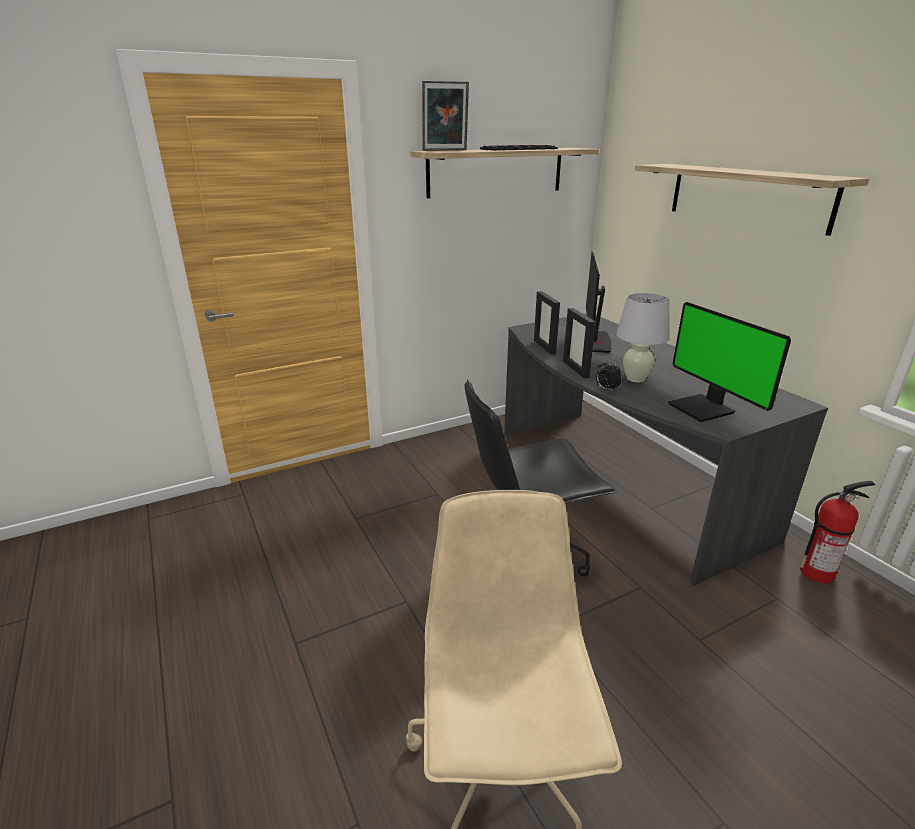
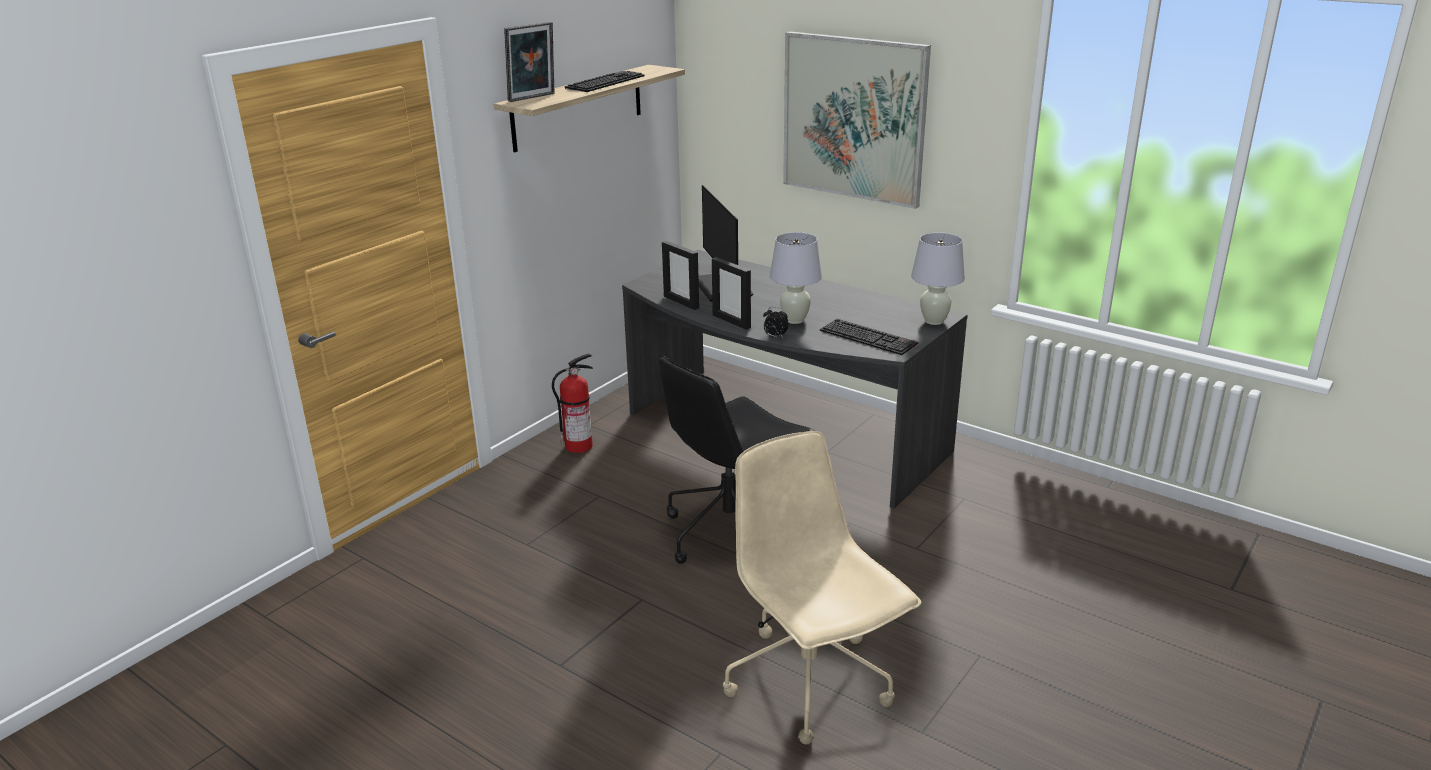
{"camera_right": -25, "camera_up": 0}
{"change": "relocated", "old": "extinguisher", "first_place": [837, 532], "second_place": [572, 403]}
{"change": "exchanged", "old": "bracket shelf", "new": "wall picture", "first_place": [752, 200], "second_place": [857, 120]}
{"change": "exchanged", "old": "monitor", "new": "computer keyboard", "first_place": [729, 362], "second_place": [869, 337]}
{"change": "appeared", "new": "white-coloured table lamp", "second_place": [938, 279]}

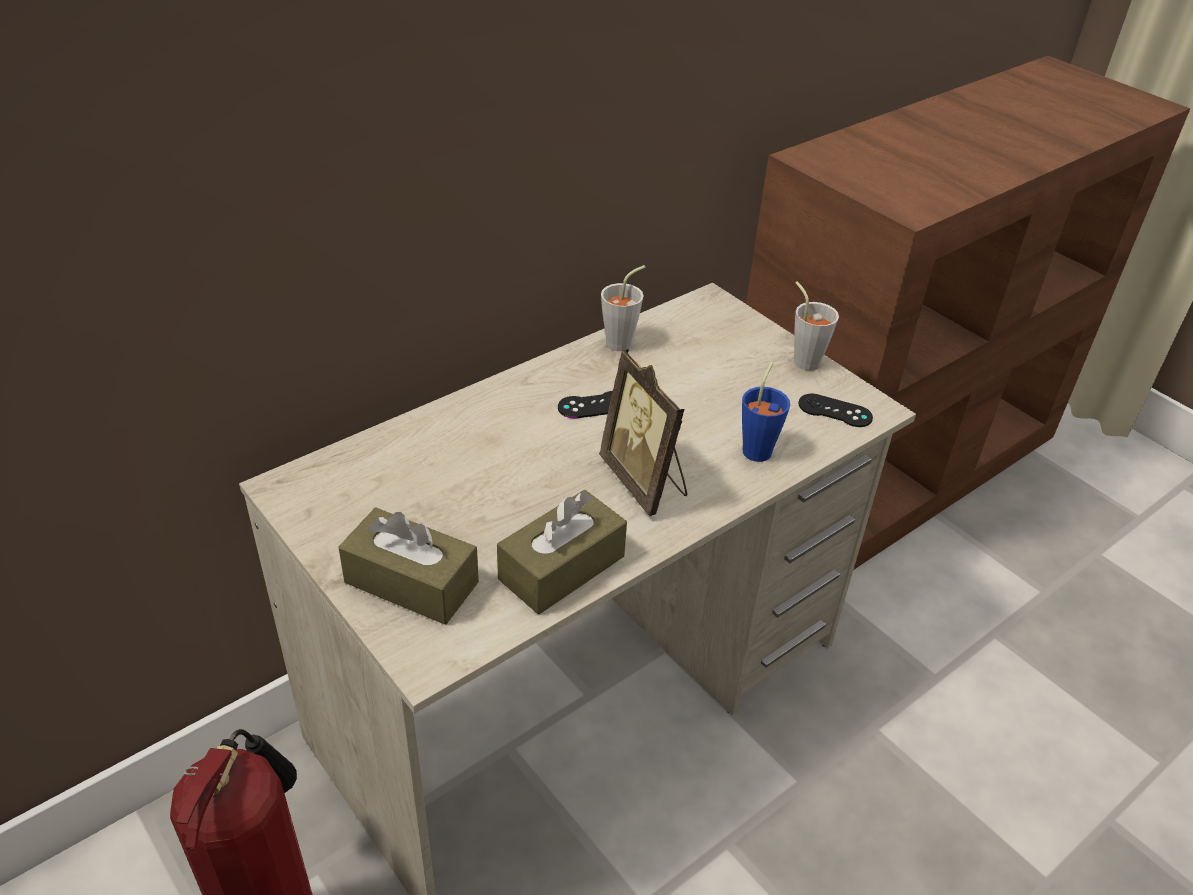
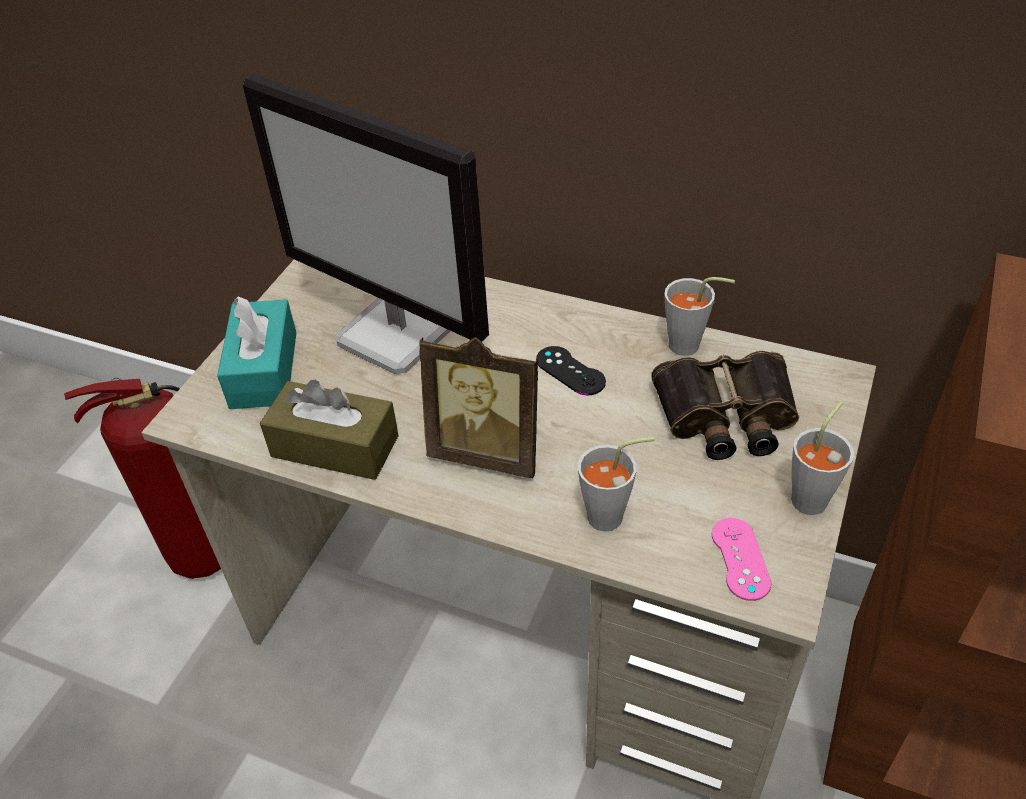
{"camera_right": 65, "camera_up": 5}
{"change": "colour", "old": "brown-coloured tissue box", "new": "blue-green tissue box", "first_place": [408, 566], "second_place": [256, 352]}
{"change": "appeared", "new": "monitor", "second_place": [366, 224]}
{"change": "spun", "old": "standing frame", "first_place": [643, 432], "second_place": [478, 407], "degrees": -105}
{"change": "colour", "old": "blue-coloured drinking cup", "new": "greyish drinking cup", "first_place": [766, 412], "second_place": [616, 484]}
{"change": "appeared", "new": "pair of binoculars", "second_place": [725, 405]}
{"change": "colour", "old": "blackish joypad", "new": "pink-coloured joypad", "first_place": [835, 410], "second_place": [742, 559]}

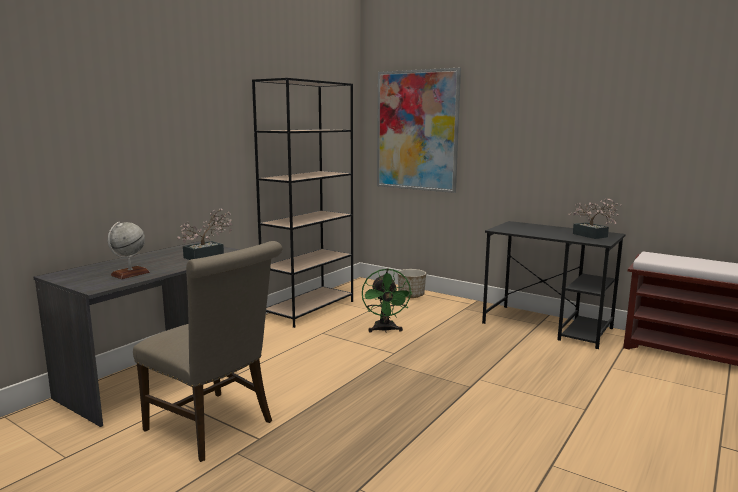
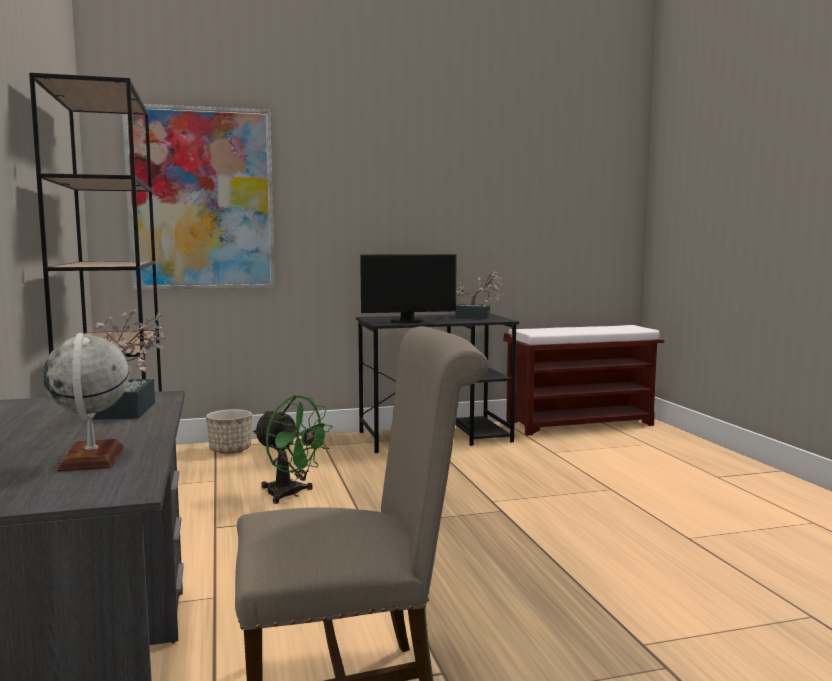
{"camera_right": -50, "camera_up": -5}
{"change": "appeared", "new": "monitor", "second_place": [408, 288]}

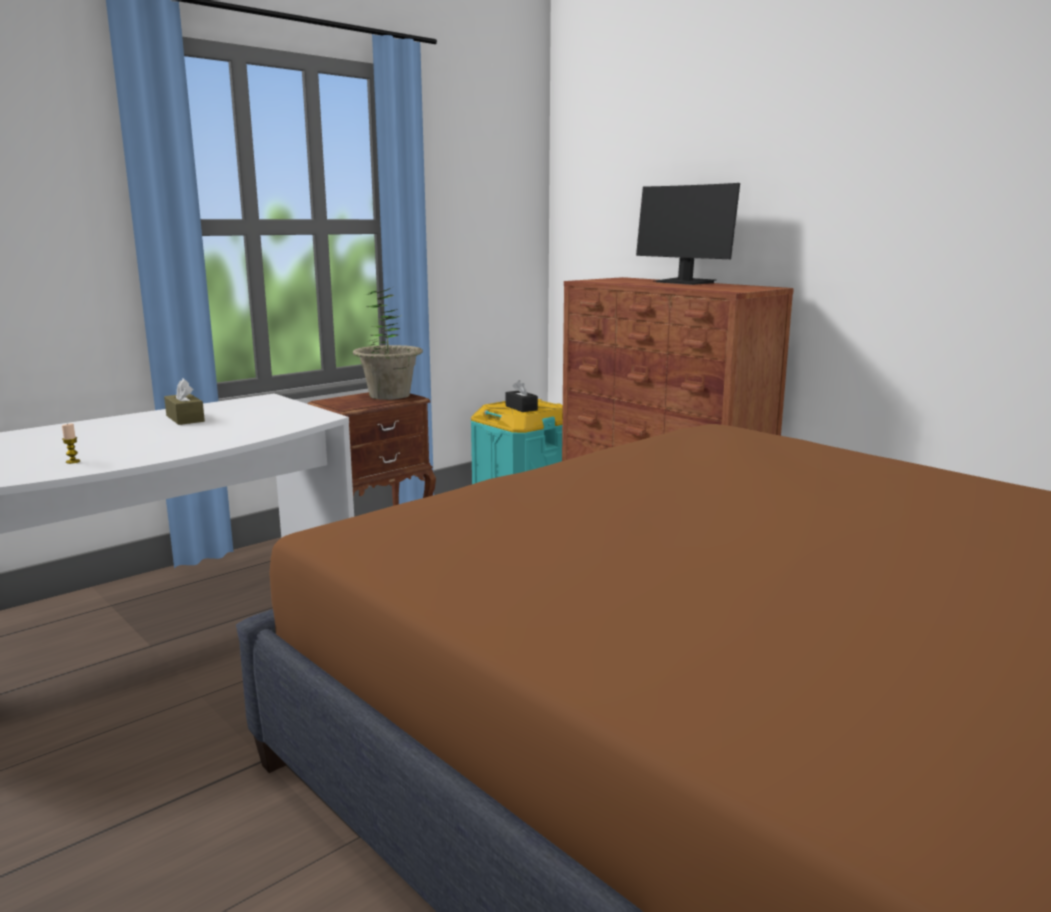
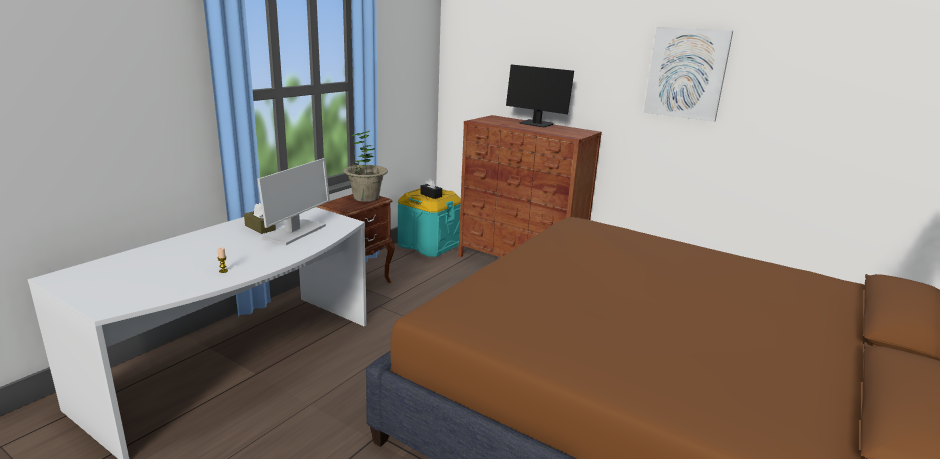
{"camera_right": -15, "camera_up": 5}
{"change": "appeared", "new": "monitor", "second_place": [293, 201]}
{"change": "appeared", "new": "wall picture", "second_place": [688, 74]}

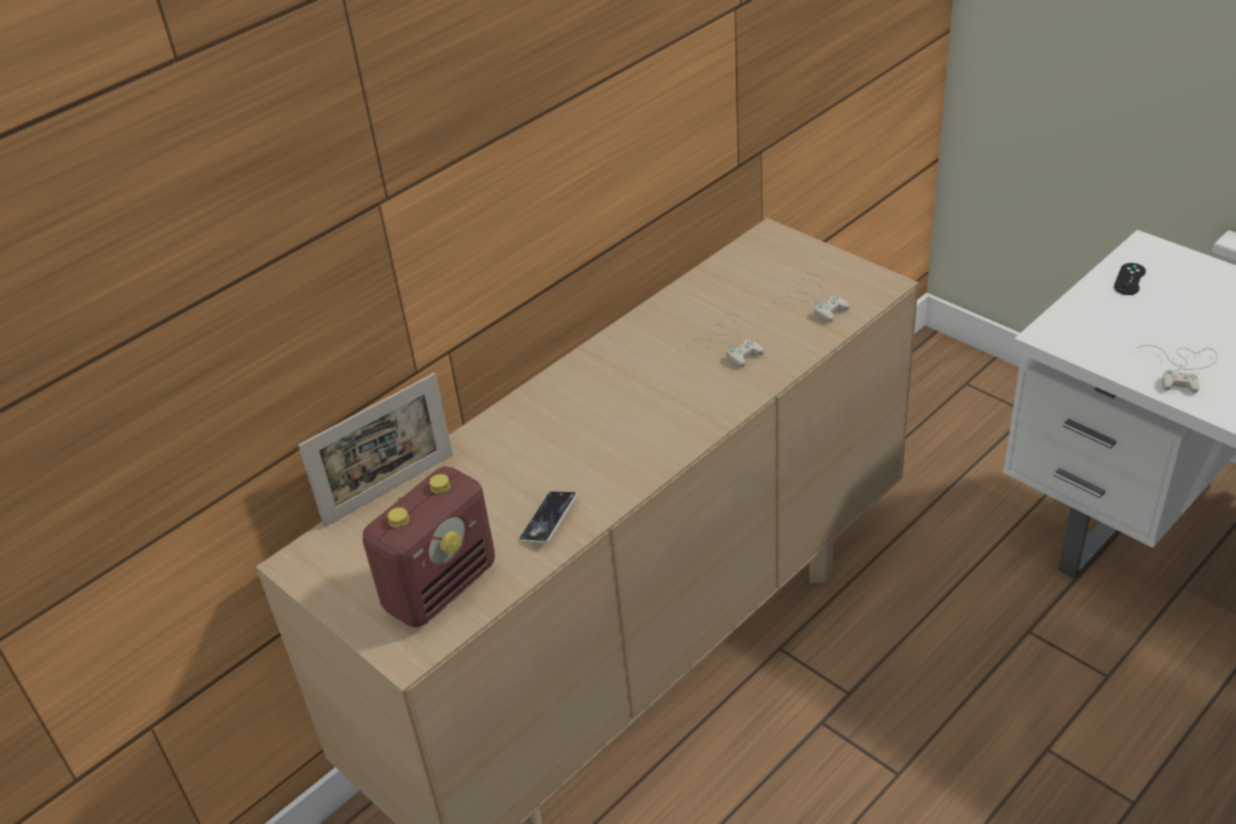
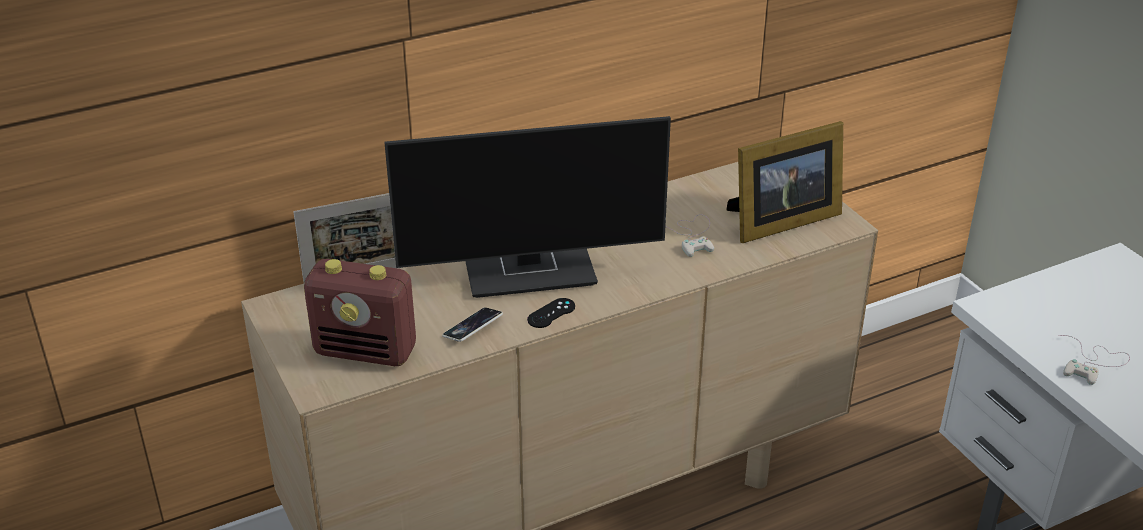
{"camera_right": 15, "camera_up": -5}
{"change": "spun", "old": "radio receiver", "first_place": [429, 546], "second_place": [360, 312], "degrees": 45}
{"change": "appeared", "new": "monitor", "second_place": [527, 207]}
{"change": "relocated", "old": "blackish joypad", "first_place": [1130, 279], "second_place": [551, 313]}
{"change": "exchanged", "old": "white-coloured joypad", "new": "standing frame", "first_place": [810, 297], "second_place": [784, 182]}

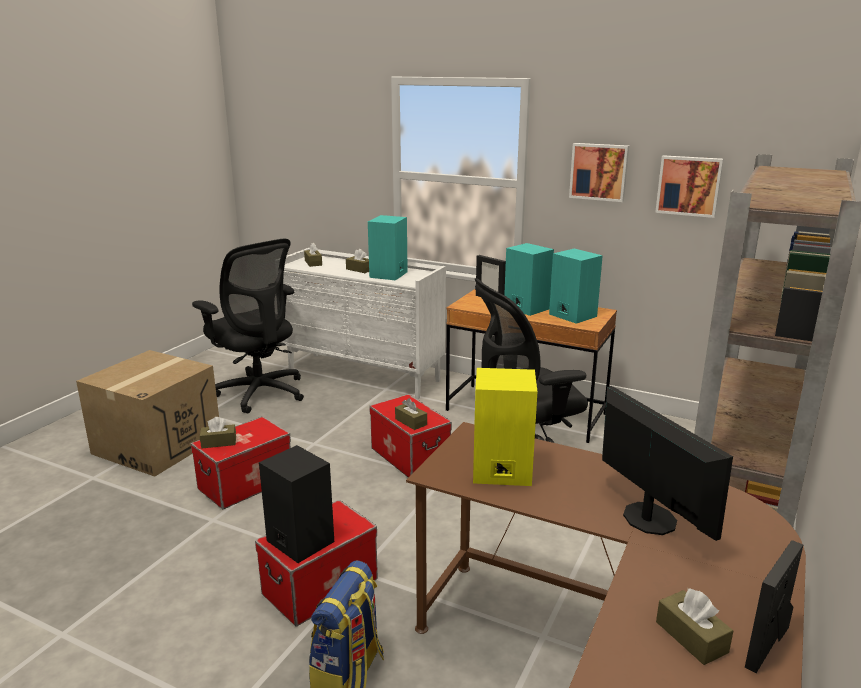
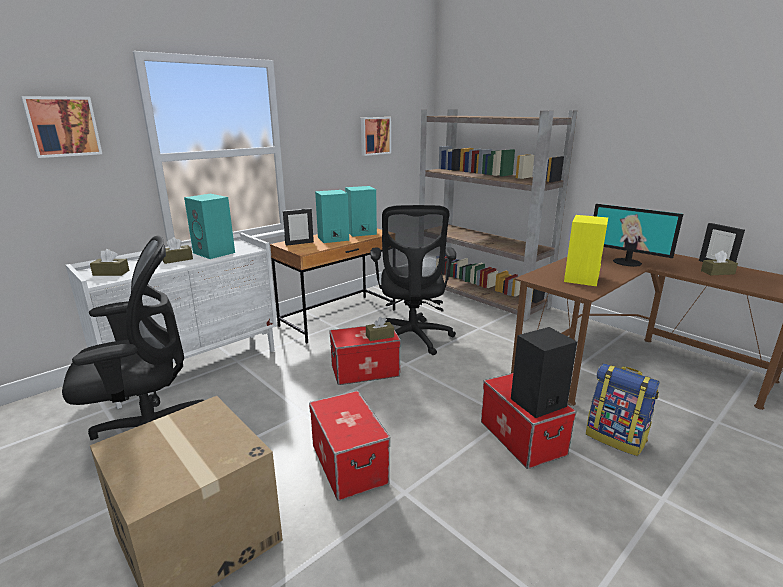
{"camera_right": -70, "camera_up": 0}
{"change": "relocated", "old": "wall picture", "first_place": [599, 172], "second_place": [61, 127]}
{"change": "spun", "old": "monitor", "first_place": [667, 463], "second_place": [638, 235], "degrees": -135}
{"change": "missing", "old": "brown-coloured tissue box", "first_place": [218, 432]}

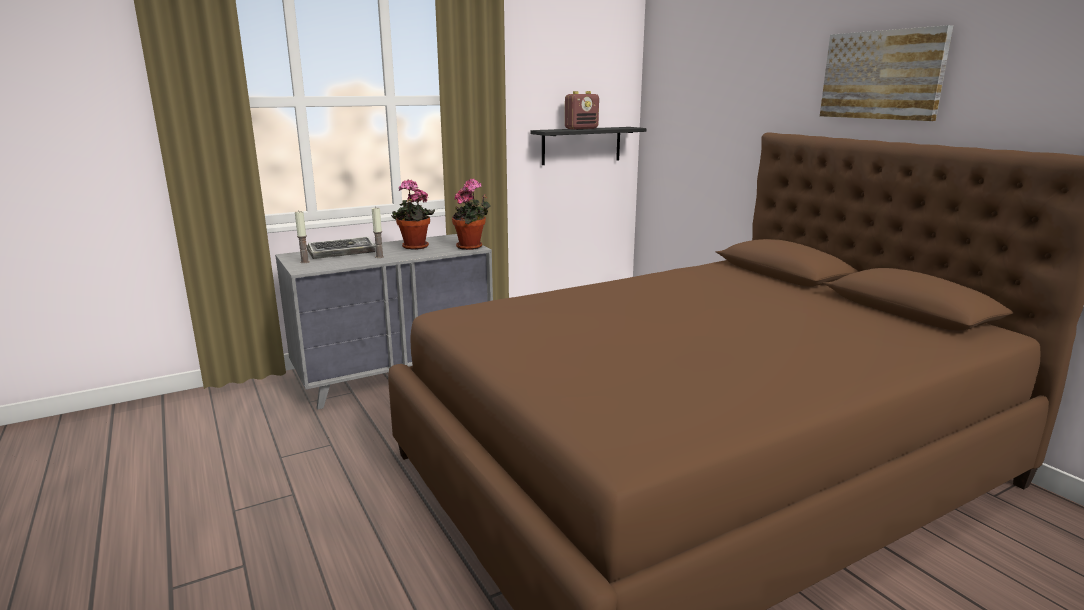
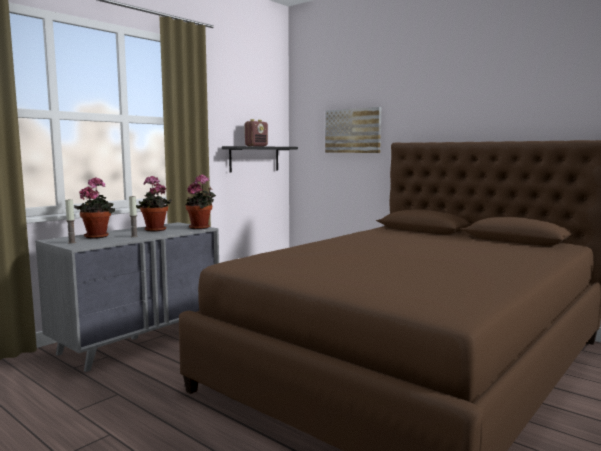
{"camera_right": -20, "camera_up": -10}
{"change": "exchanged", "old": "computer keyboard", "new": "potted plant", "first_place": [341, 248], "second_place": [94, 208]}
{"change": "relocated", "old": "wall picture", "first_place": [886, 73], "second_place": [353, 130]}

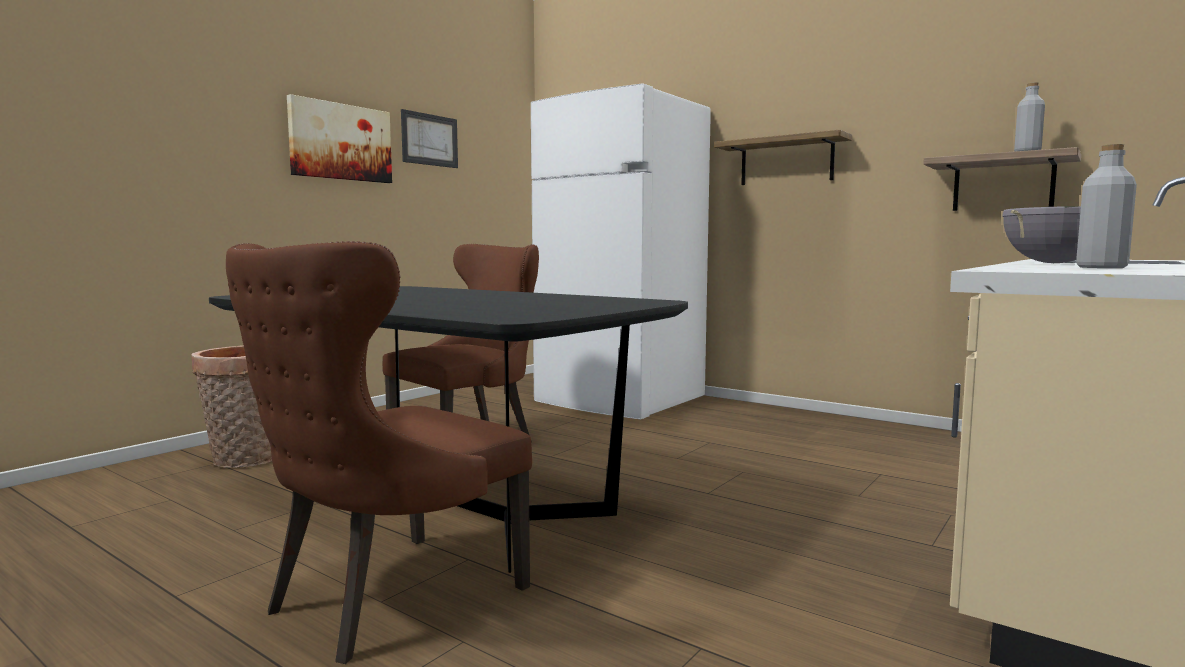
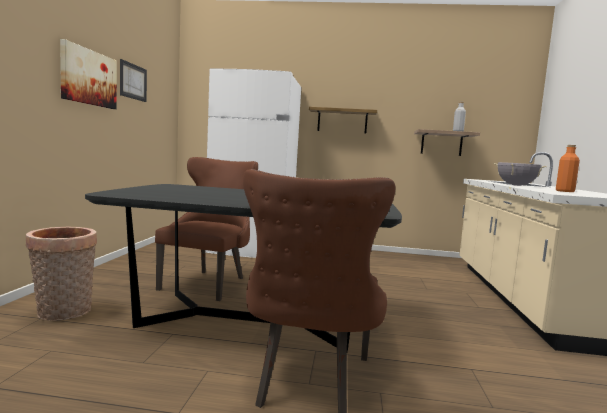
{"camera_right": -30, "camera_up": 0}
{"change": "colour", "old": "greyish beverage bottle", "new": "orange-coloured beverage bottle", "first_place": [1106, 206], "second_place": [568, 168]}

